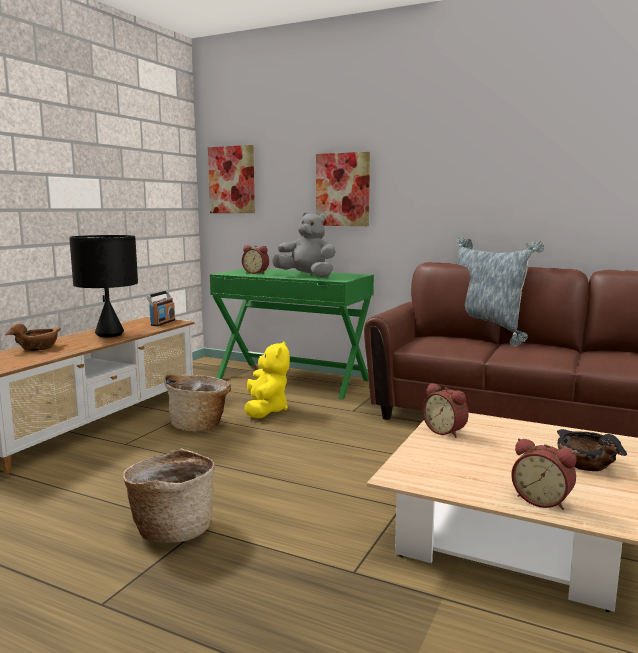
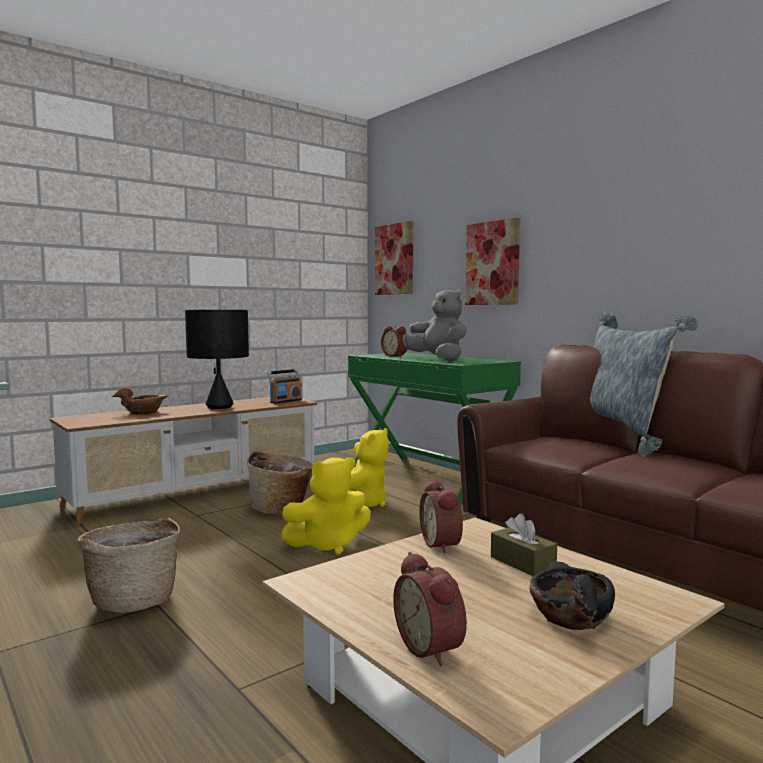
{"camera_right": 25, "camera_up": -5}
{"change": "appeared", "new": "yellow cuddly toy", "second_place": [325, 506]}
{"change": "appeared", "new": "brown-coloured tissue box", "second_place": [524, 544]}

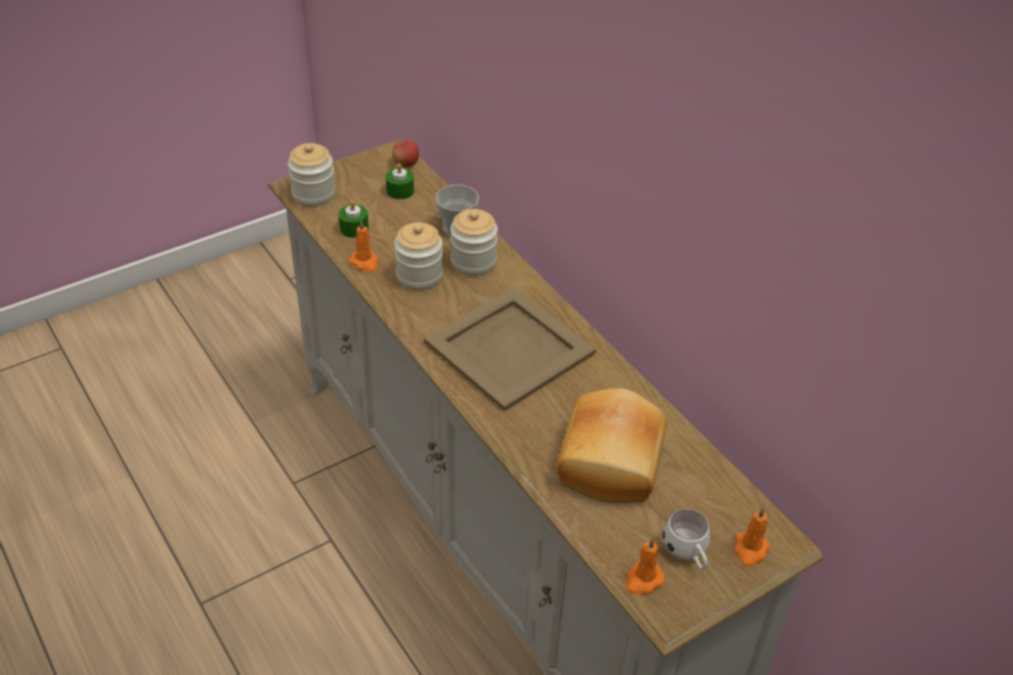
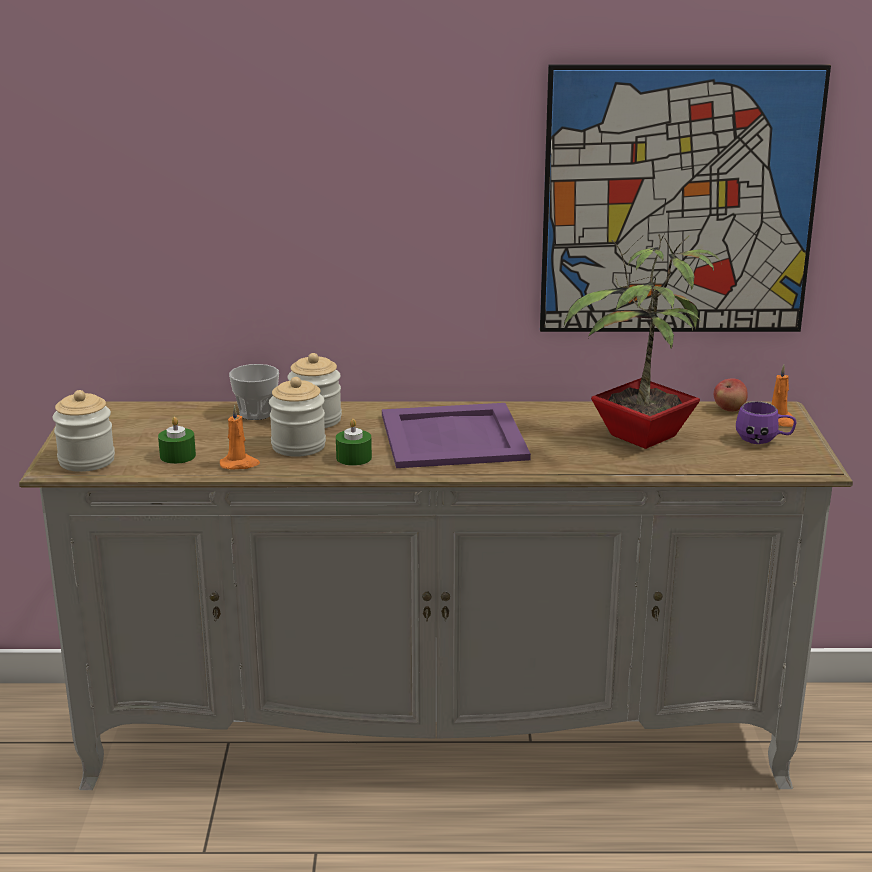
{"camera_right": -55, "camera_up": -20}
{"change": "relocated", "old": "green-coloured wax light", "first_place": [400, 181], "second_place": [354, 442]}
{"change": "colour", "old": "beige-coloured serving tray", "new": "purplish serving tray", "first_place": [510, 349], "second_place": [456, 435]}
{"change": "appeared", "new": "wall picture", "second_place": [685, 198]}
{"change": "exchanged", "old": "bakery bread", "new": "potted plant", "first_place": [611, 445], "second_place": [643, 341]}
{"change": "relocated", "old": "whole apple", "first_place": [405, 153], "second_place": [731, 395]}
{"change": "colour", "old": "white-coloured tea mug", "new": "purplish tea mug", "first_place": [686, 540], "second_place": [766, 422]}
{"change": "missing", "old": "orange-coloured wax light", "first_place": [645, 566]}

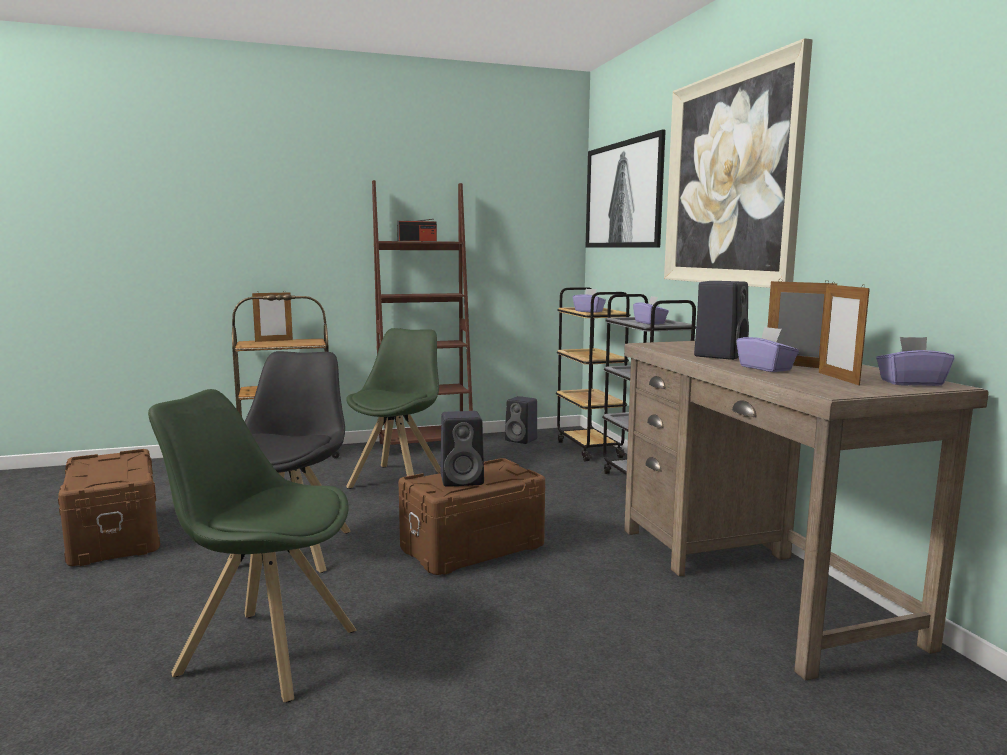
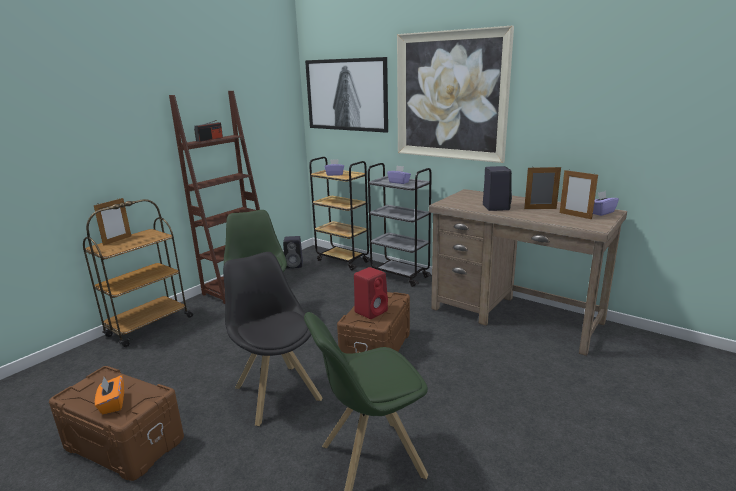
{"camera_right": -35, "camera_up": 10}
{"change": "appeared", "new": "orange-coloured tissue box", "second_place": [109, 394]}
{"change": "colour", "old": "blackish audio speaker", "new": "red-coloured audio speaker", "first_place": [462, 449], "second_place": [371, 293]}
{"change": "missing", "old": "purplish tissue box", "first_place": [767, 349]}

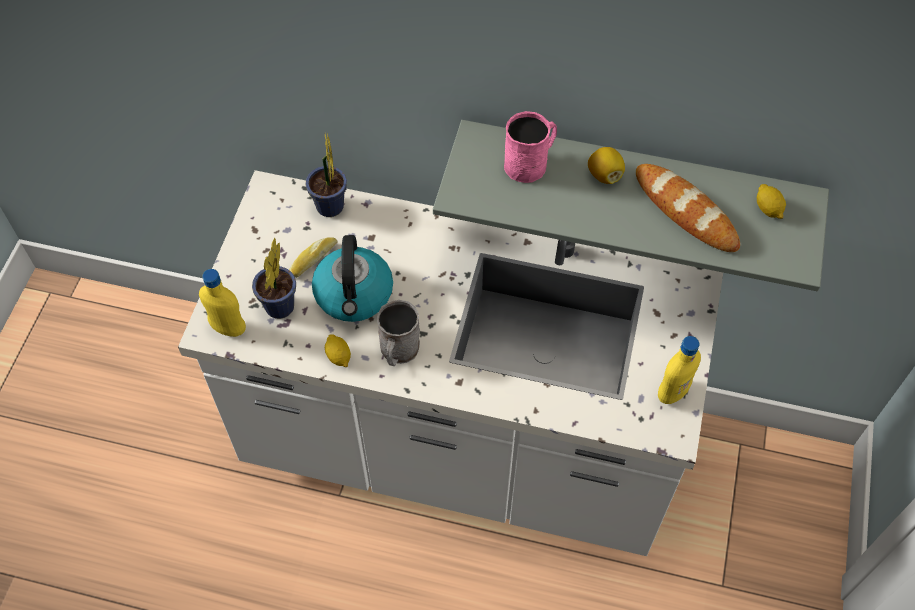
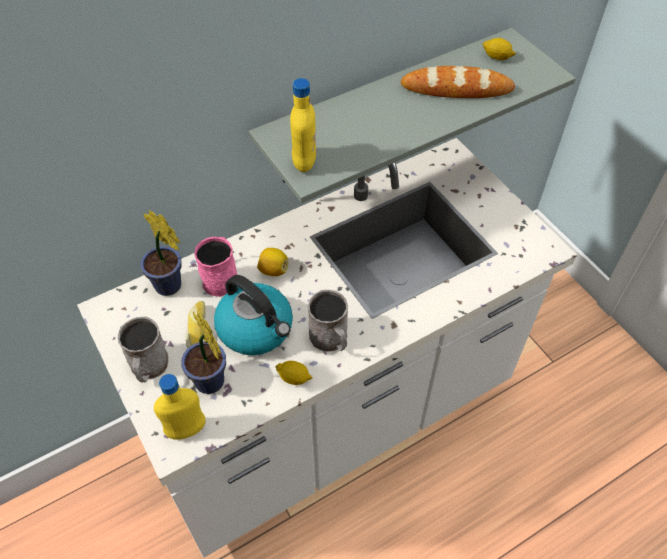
{"camera_right": -45, "camera_up": -5}
{"change": "appeared", "new": "greyish tea mug", "second_place": [143, 350]}
{"change": "relocated", "old": "pink-coloured tea mug", "first_place": [530, 147], "second_place": [215, 267]}
{"change": "relocated", "old": "citrus fruit", "first_place": [606, 165], "second_place": [272, 262]}
{"change": "relocated", "old": "yellow beverage bottle", "first_place": [679, 370], "second_place": [303, 125]}

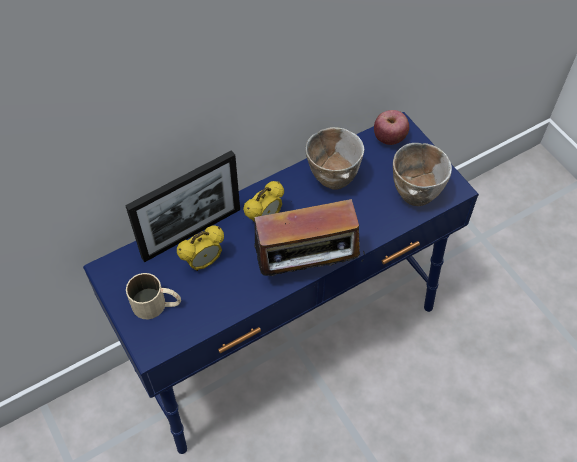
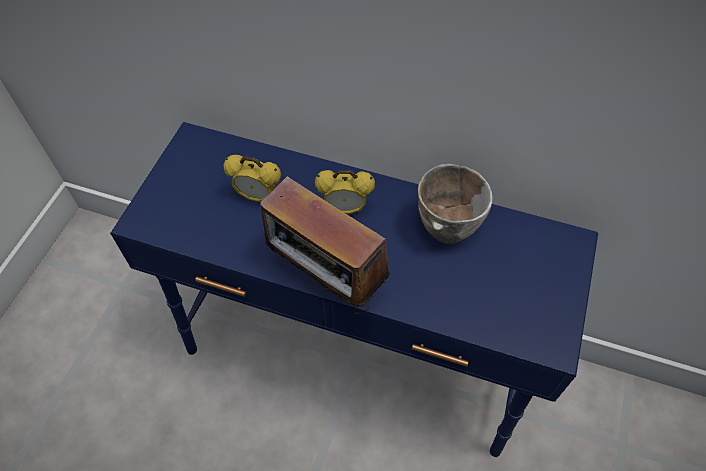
{"camera_right": 50, "camera_up": 0}
{"change": "missing", "old": "standing frame", "first_place": [182, 206]}
{"change": "missing", "old": "beige-coloured tea mug", "first_place": [153, 296]}
{"change": "missing", "old": "whole apple", "first_place": [391, 127]}
{"change": "missing", "old": "serving bowl", "first_place": [422, 174]}

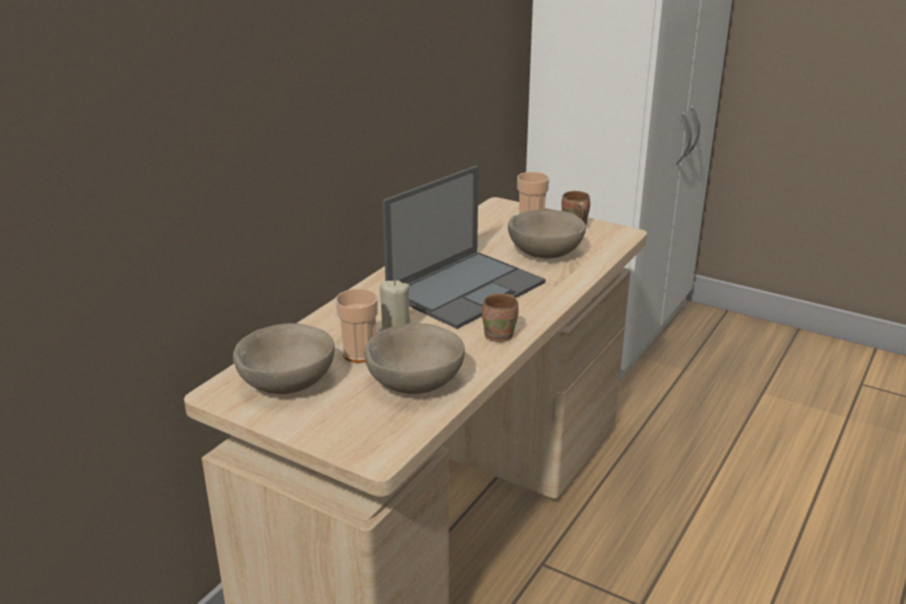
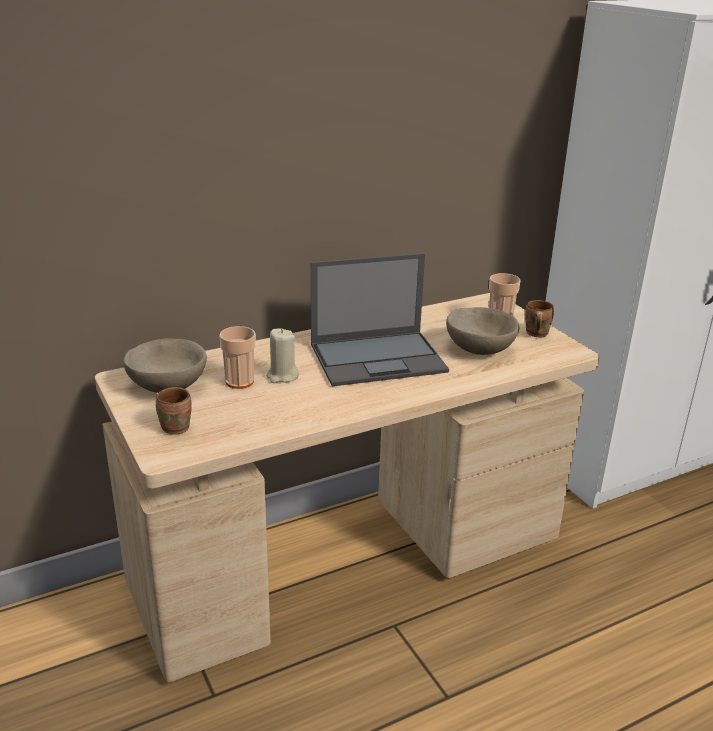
{"camera_right": 30, "camera_up": 0}
{"change": "relocated", "old": "brown-coloured tea mug", "first_place": [500, 317], "second_place": [174, 411]}
{"change": "missing", "old": "beige-coloured serving bowl", "first_place": [414, 358]}

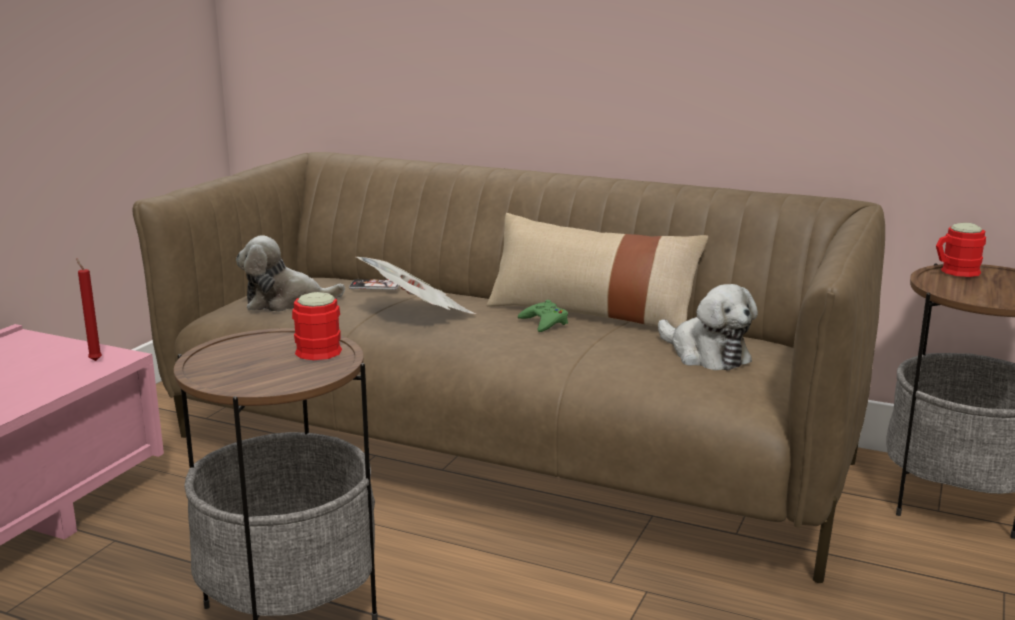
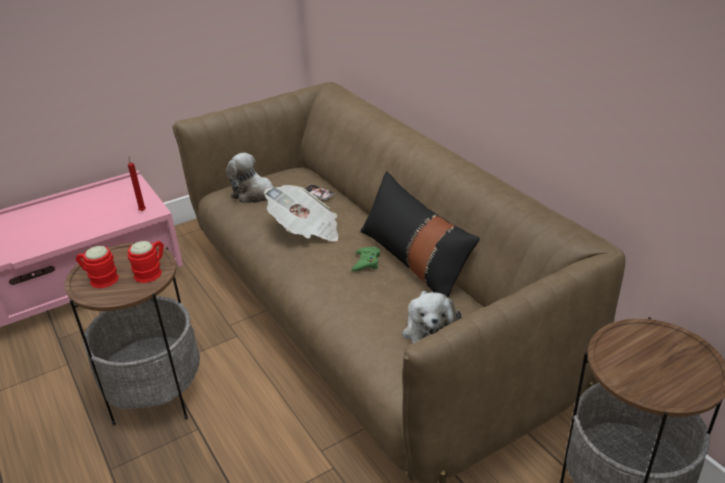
{"camera_right": 35, "camera_up": 15}
{"change": "relocated", "old": "red-coloured tea mug", "first_place": [961, 249], "second_place": [97, 267]}
{"change": "colour", "old": "beige-coloured cushion", "new": "blackish cushion", "first_place": [597, 270], "second_place": [420, 234]}

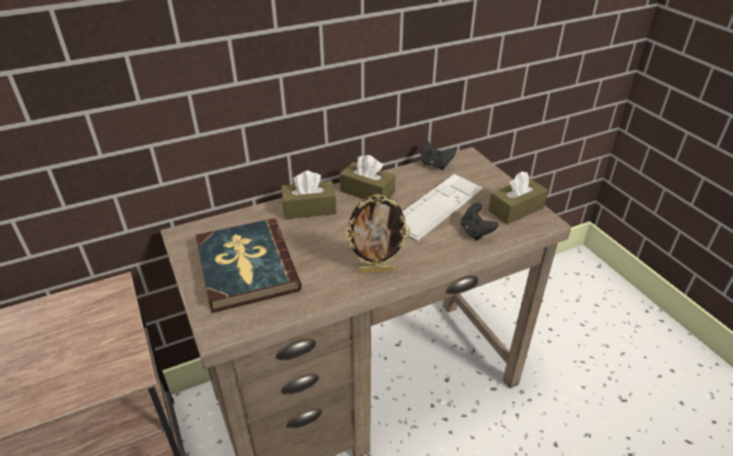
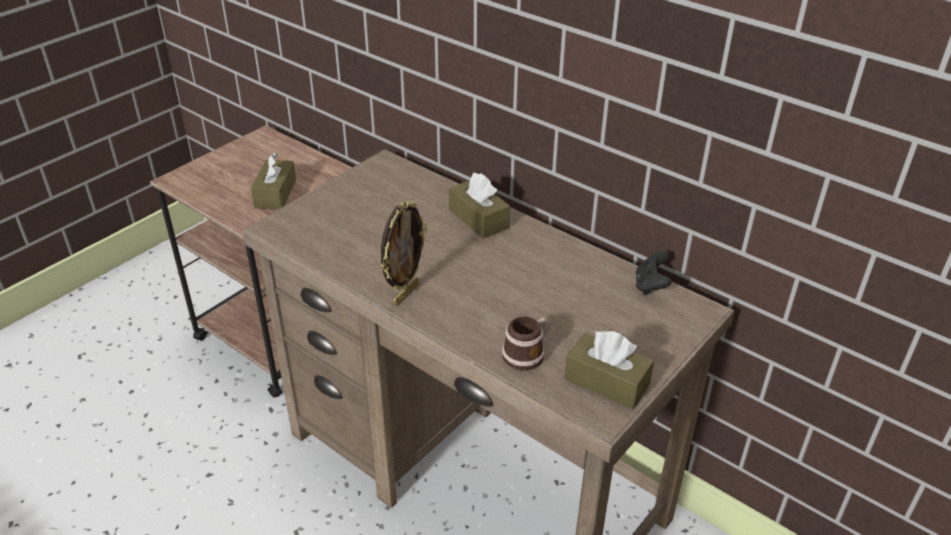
{"camera_right": 65, "camera_up": 0}
{"change": "relocated", "old": "brown-coloured tissue box", "first_place": [367, 177], "second_place": [273, 181]}
{"change": "spun", "old": "standing frame", "first_place": [377, 234], "second_place": [404, 253], "degrees": -120}
{"change": "exchanged", "old": "blackish joypad", "new": "tea mug", "first_place": [479, 222], "second_place": [525, 343]}
{"change": "missing", "old": "volume", "first_place": [249, 265]}
{"change": "missing", "old": "computer keyboard", "first_place": [443, 208]}

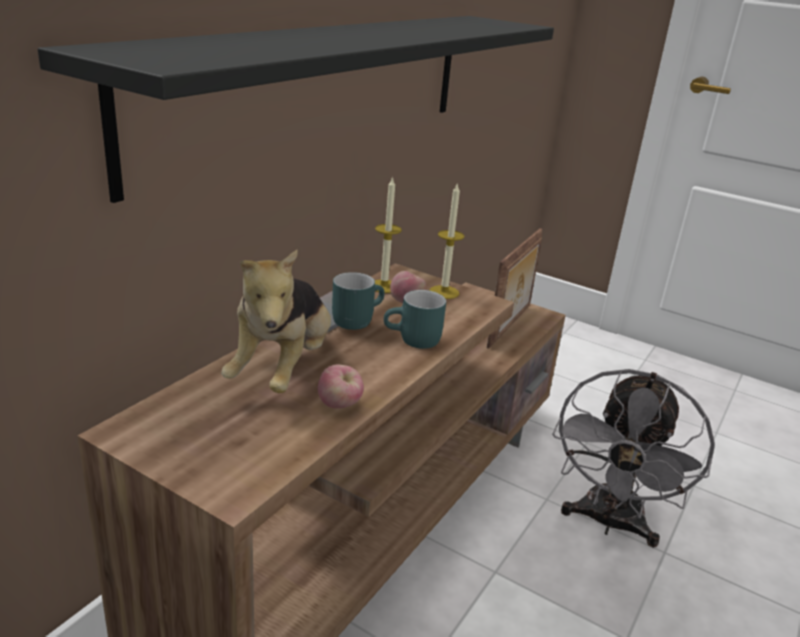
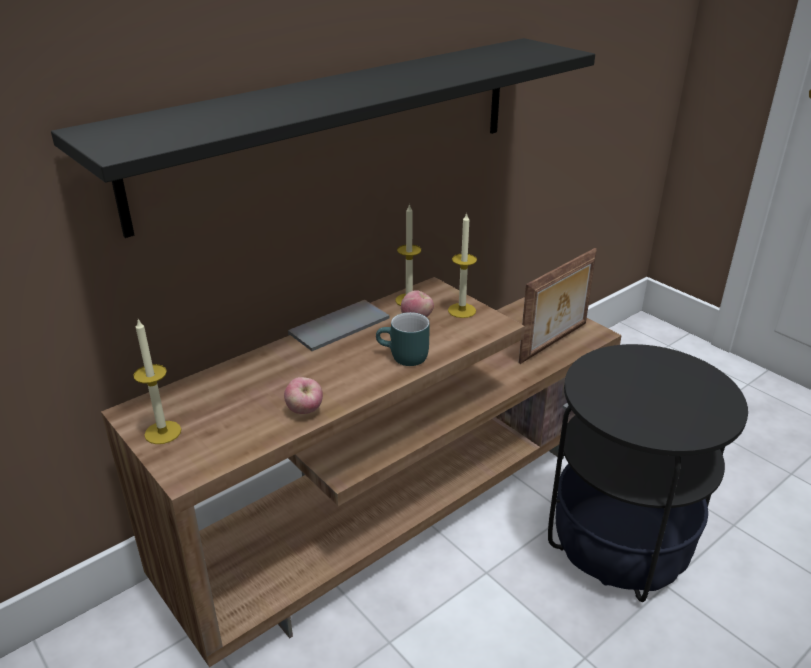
{"camera_right": 20, "camera_up": 5}
{"change": "appeared", "new": "wax light", "second_place": [157, 381]}
{"change": "exchanged", "old": "greyish electric fan", "new": "blackish accent table", "first_place": [633, 458], "second_place": [648, 473]}
{"change": "missing", "old": "cuddly toy", "first_place": [276, 321]}
{"change": "missing", "old": "blue-green tea mug", "first_place": [358, 301]}

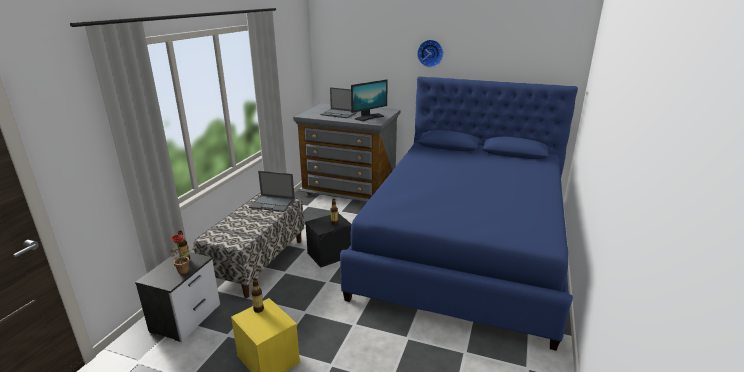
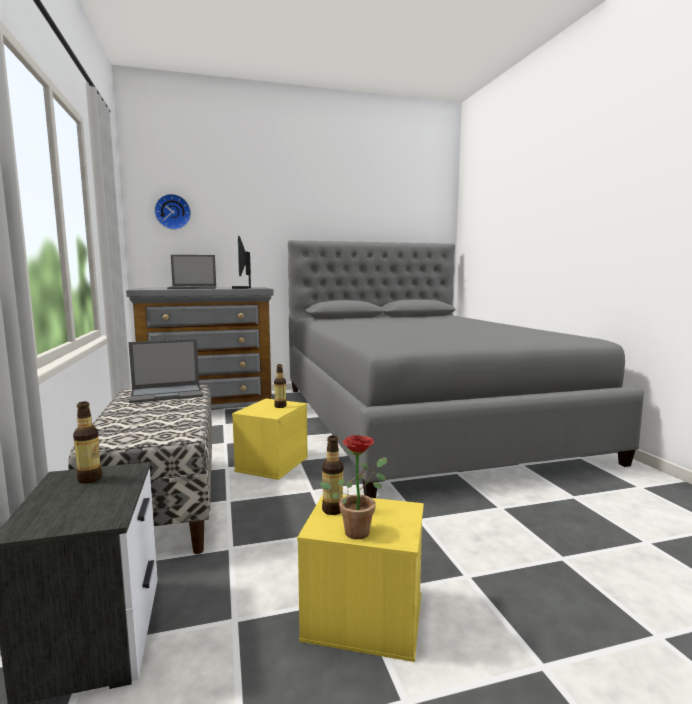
{"camera_right": -35, "camera_up": -15}
{"change": "relocated", "old": "wall clock", "first_place": [430, 53], "second_place": [172, 212]}
{"change": "spun", "old": "monitor", "first_place": [369, 100], "second_place": [241, 262], "degrees": 150}
{"change": "colour", "old": "blackish storage bin", "new": "yellow storage bin", "first_place": [328, 240], "second_place": [270, 439]}
{"change": "colour", "old": "blue-coloured bedroom bed", "new": "greyish bedroom bed", "first_place": [459, 213], "second_place": [466, 369]}
{"change": "relocated", "old": "potted plant", "first_place": [183, 254], "second_place": [353, 487]}

